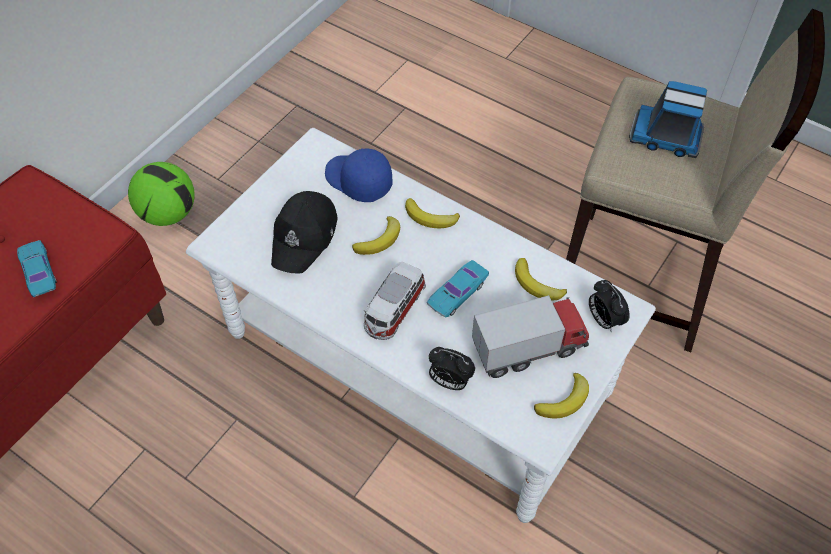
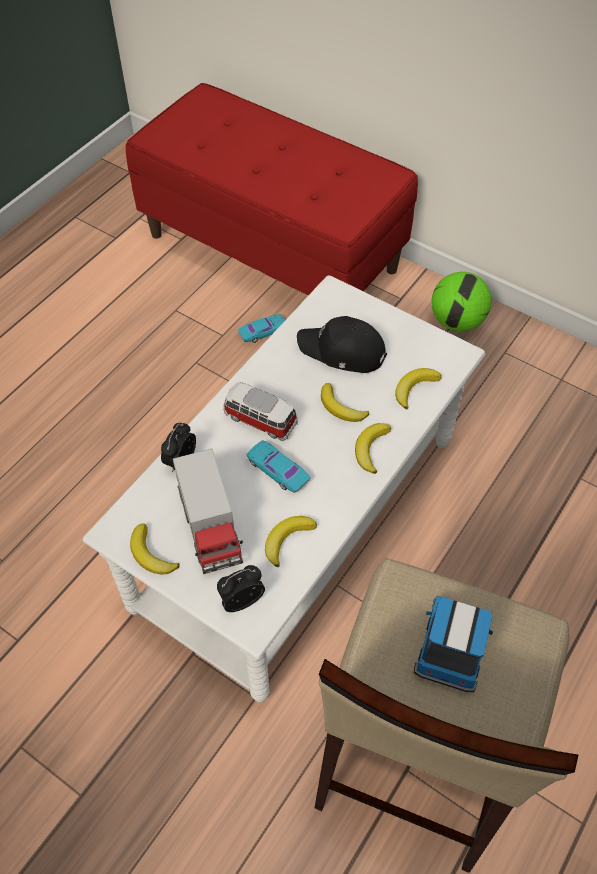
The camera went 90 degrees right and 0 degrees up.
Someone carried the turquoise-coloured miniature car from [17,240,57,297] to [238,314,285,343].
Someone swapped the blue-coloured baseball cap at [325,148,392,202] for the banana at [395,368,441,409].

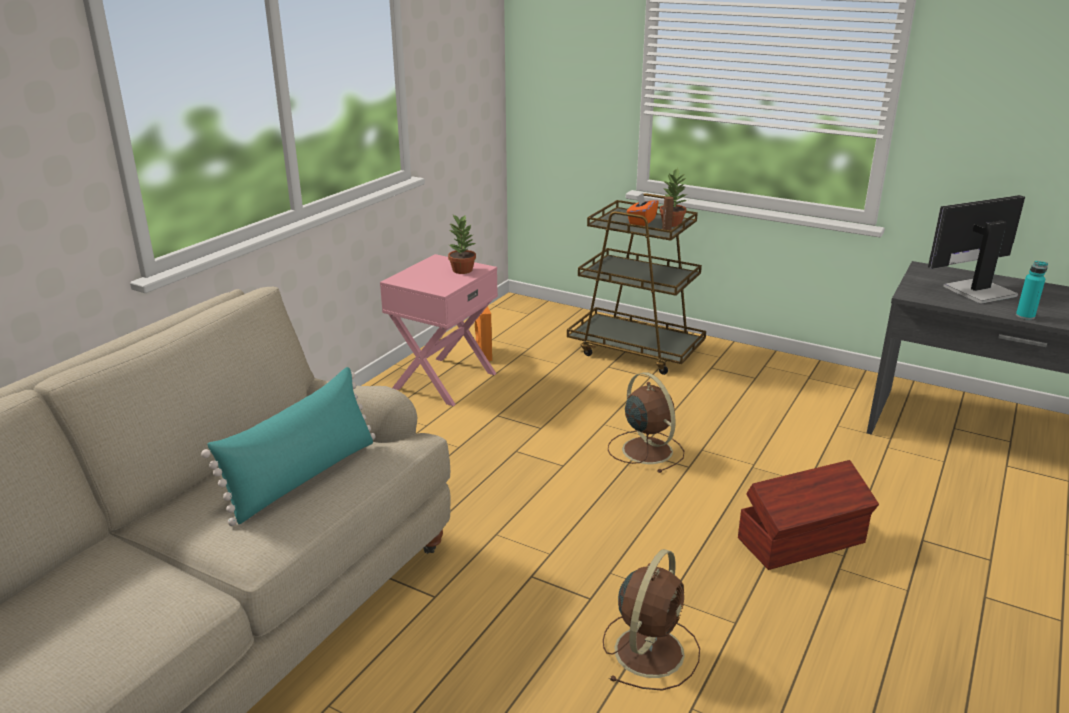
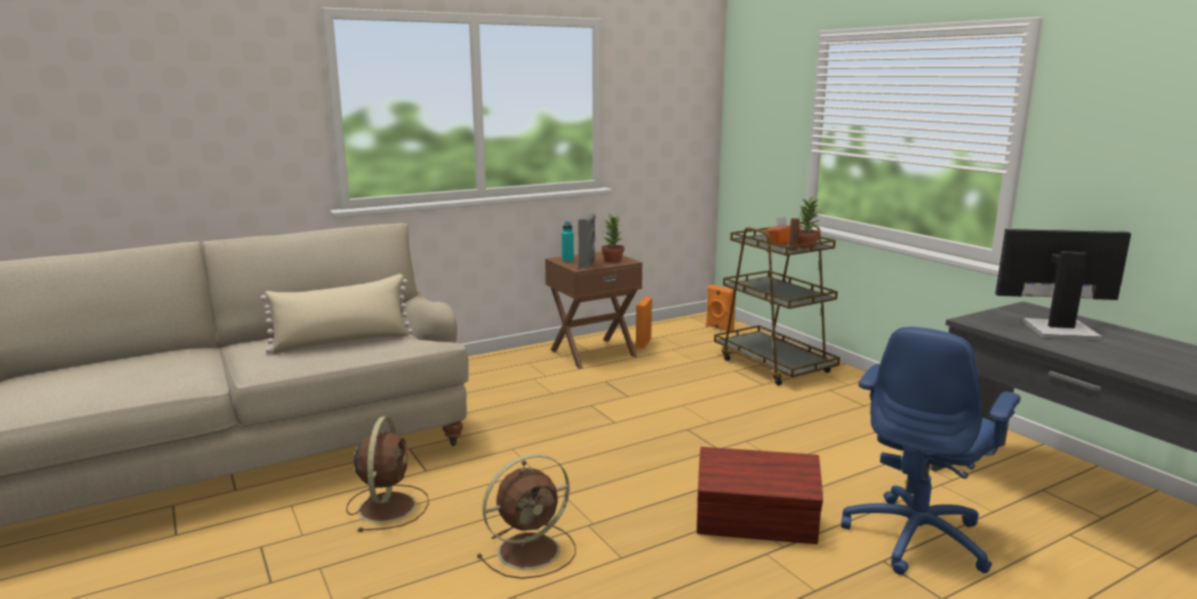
The camera went 30 degrees right and 10 degrees down.
Someone repainted the turquoise-coloured throw pillow at [201,367,375,526], which became the beige-coloured throw pillow at [260,274,413,354].
Someone repainted the pink nightstand at [380,254,498,406], which became the brown-coloured nightstand at [545,251,643,369].
Someone carried the brown-coloured fan from [608,372,684,473] to [346,416,429,532].
Someone carried the turquoise-coloured beverage bottle from [1016,261,1048,320] to [562,221,574,262].
Someone put down the greyish speaker at [578,213,596,269].
Someone put down the orange-coloured speaker at [706,285,736,331].
Someone put down the blue-coloured desk chair at [841,327,1021,575].

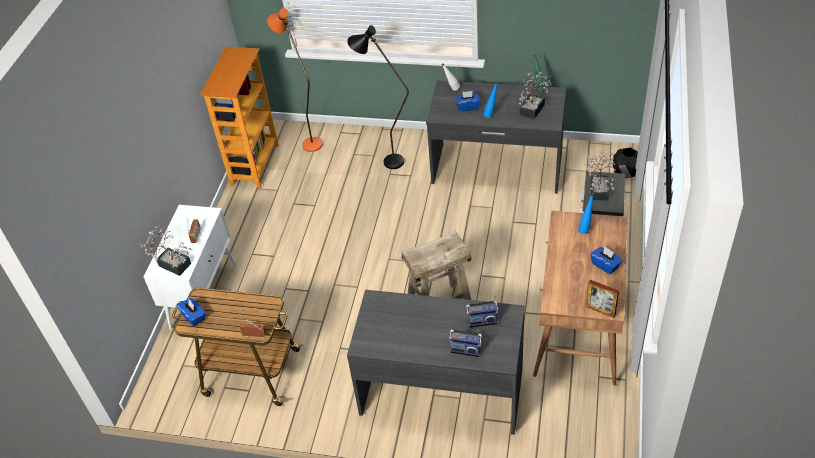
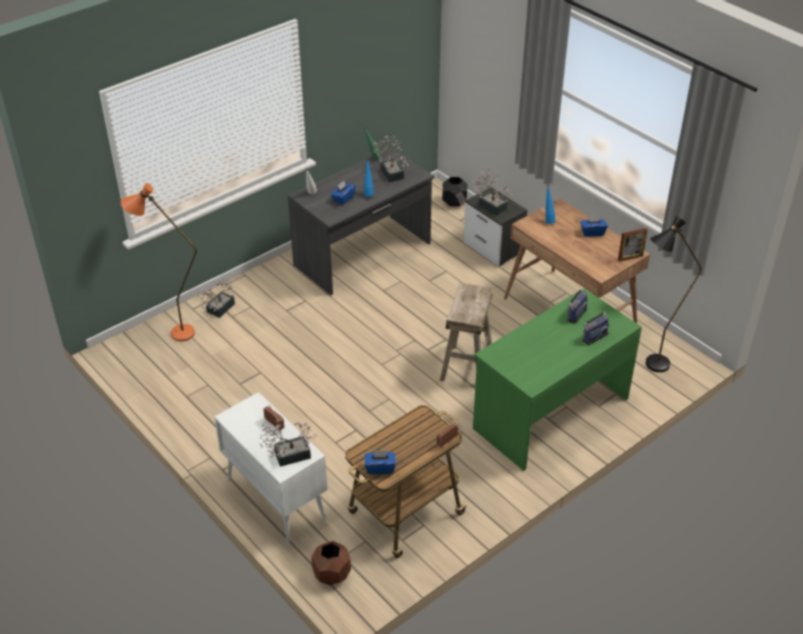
The camera went 55 degrees left and 5 degrees down.
Someone took away the shelving unit at [200,47,279,189].
Someone carried the black standing lamp from [347,25,409,169] to [646,216,702,372].
Someone repainted the greyish desk unit at [347,290,525,435], which became the greenish desk unit at [473,288,642,471].
Someone put down the potted plant at [197,278,235,318].
Someone put down the brown-coloured planter at [311,541,351,585].

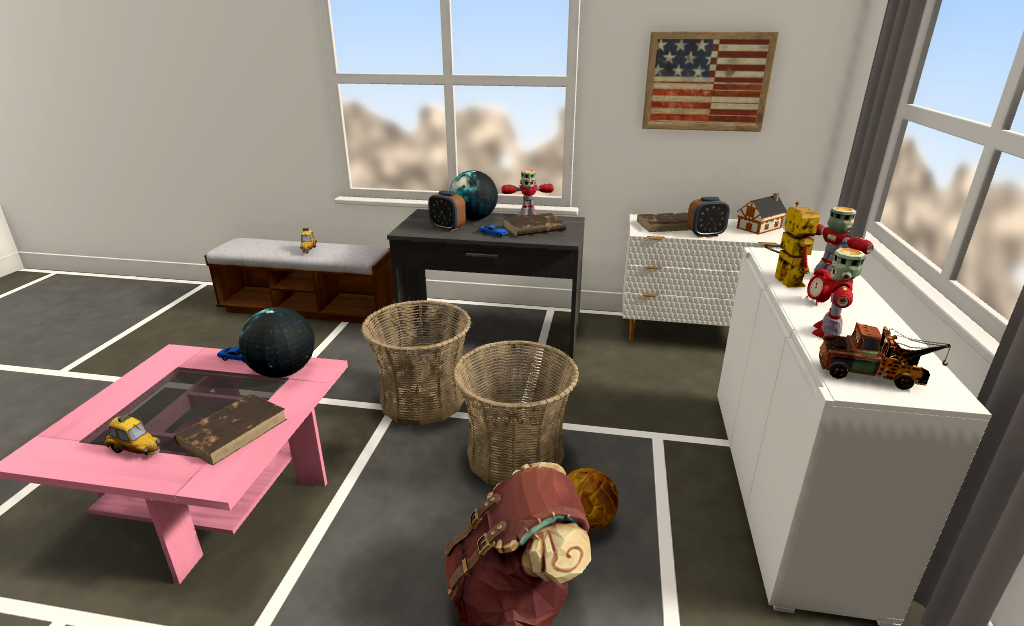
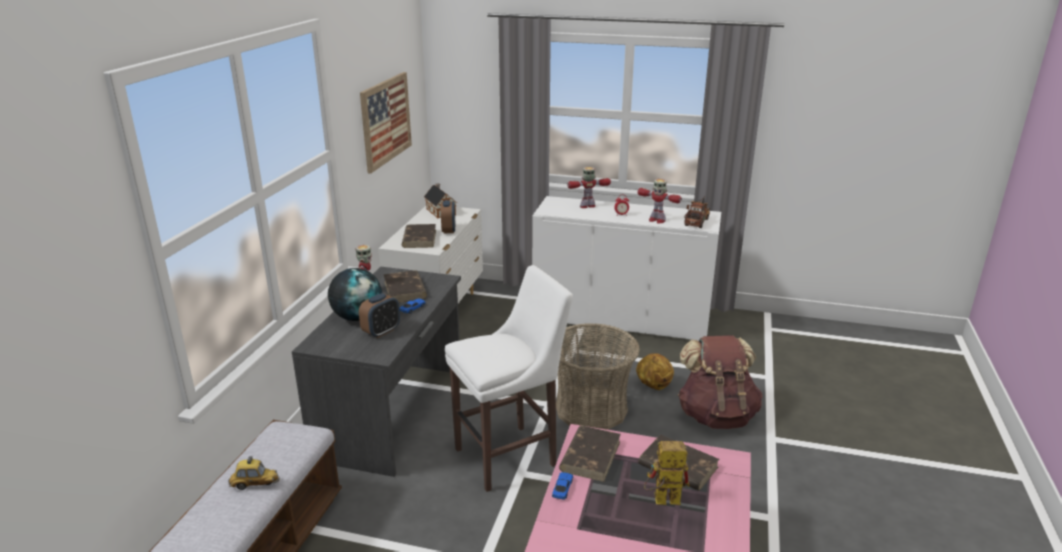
The camera went 85 degrees left and 0 degrees up.
Someone took away the miniature car at [103,413,160,455].
Someone swapped the world globe at [239,307,315,378] for the brown-coloured bound book at [559,426,621,482].
Someone swapped the household basket at [361,300,471,425] for the white-coloured sitting stool at [445,265,573,492].
Someone carried the toy robot from [764,201,820,288] to [644,441,690,505].

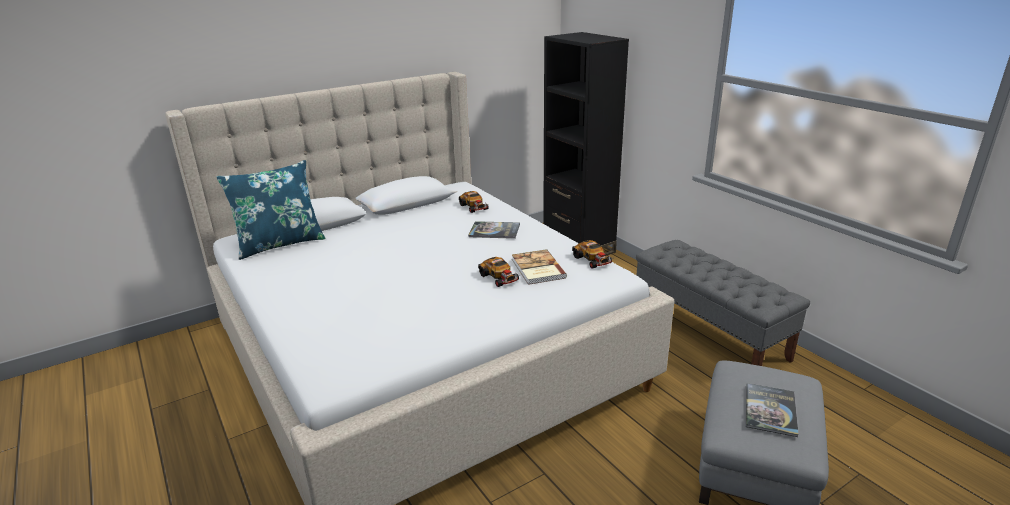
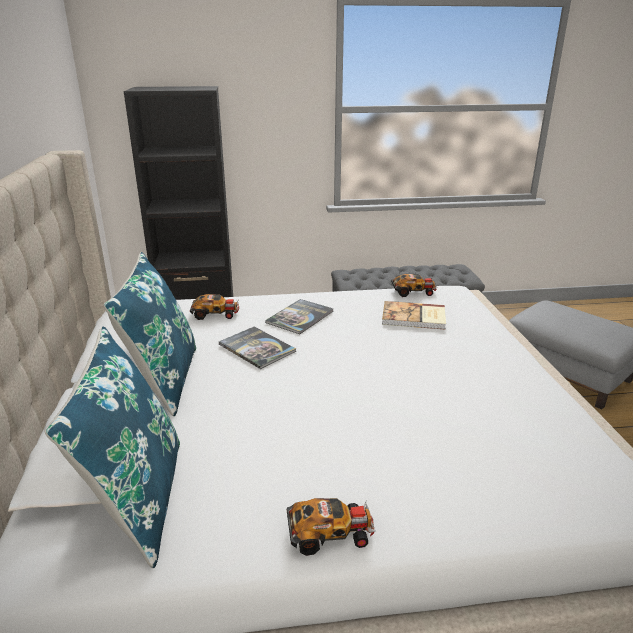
The camera went 65 degrees left and 0 degrees up.
Someone carried the miniature car from [478,257,520,287] to [287,498,376,556].
Someone carried the bound book from [746,383,799,437] to [219,326,296,369].
Someone put down the blue-coloured throw pillow at [103,252,196,417].

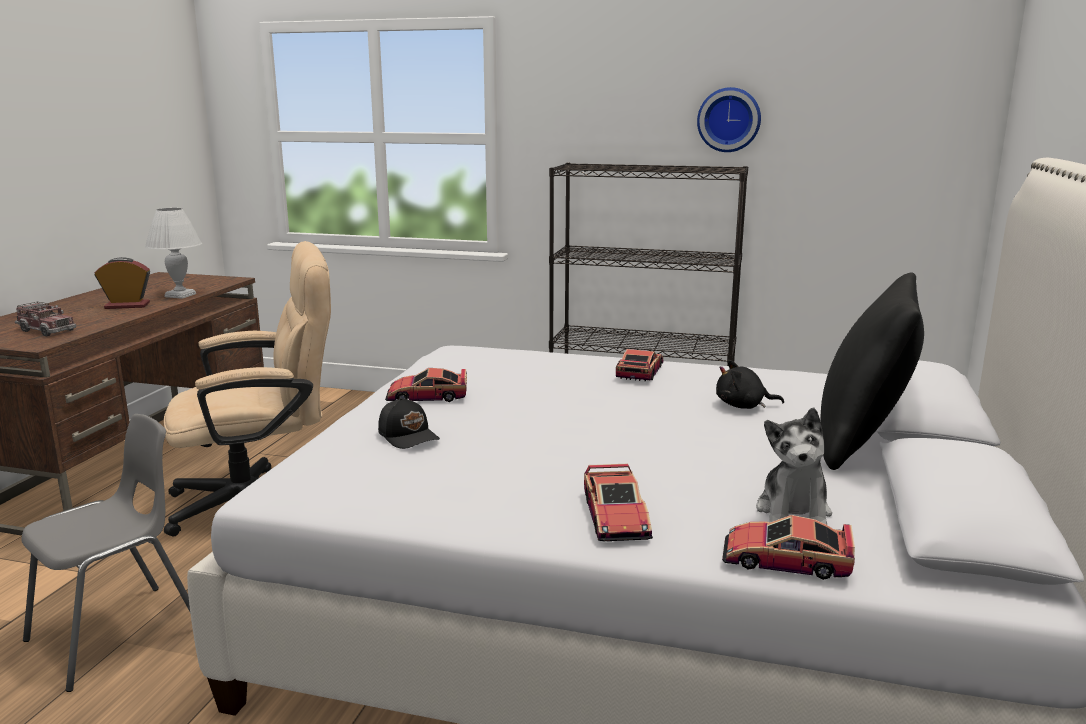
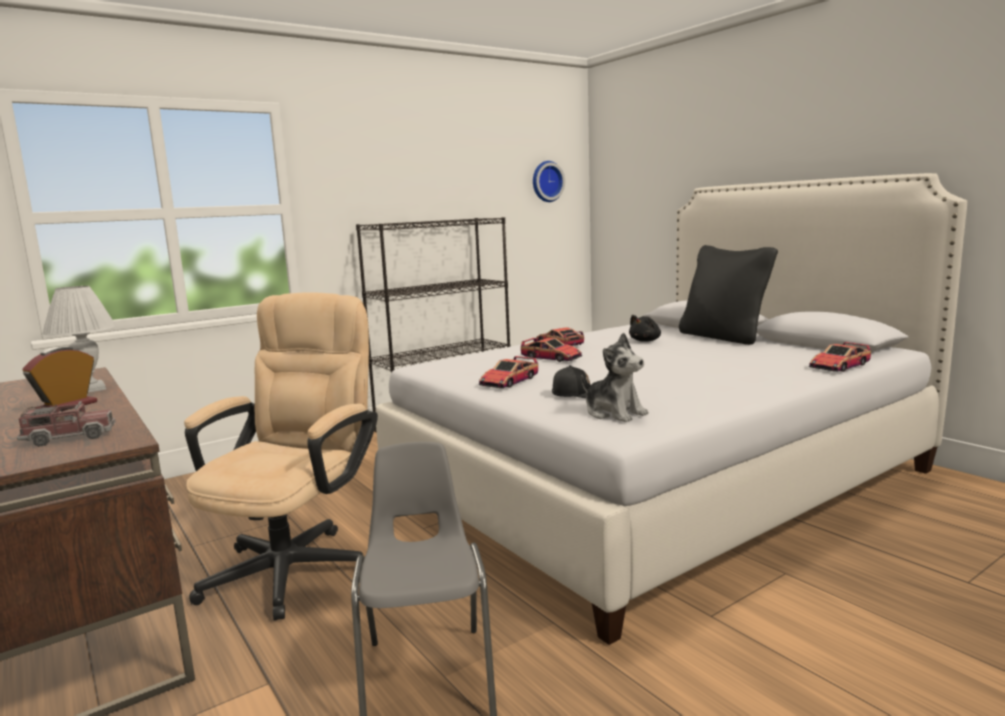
The camera went 50 degrees left and 5 degrees down.
Someone carried the miniature car from [584,464,653,541] to [521,338,582,362].
Someone carried the clock on the wall from [697,87,761,152] to [533,161,565,202].
Someone carried the soft toy from [756,408,832,525] to [581,333,649,422].

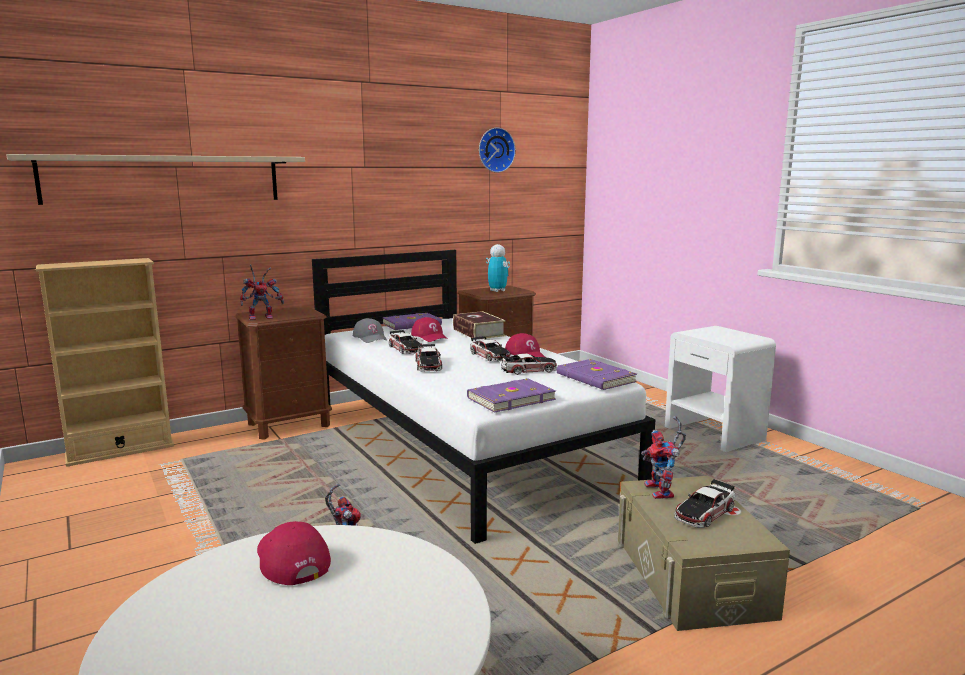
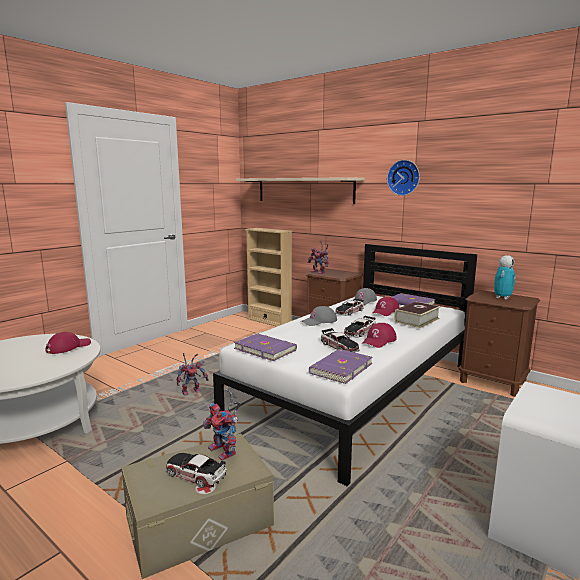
The camera went 70 degrees right and 0 degrees up.
Someone swapped the miniature car at [415,344,442,372] for the greyish baseball cap at [301,306,337,326].
Someone carried the clock on the wall from [479,127,516,173] to [387,160,420,196].
Someone rotated the toy robot at [641,416,686,499] by 105 degrees counterclockwise.

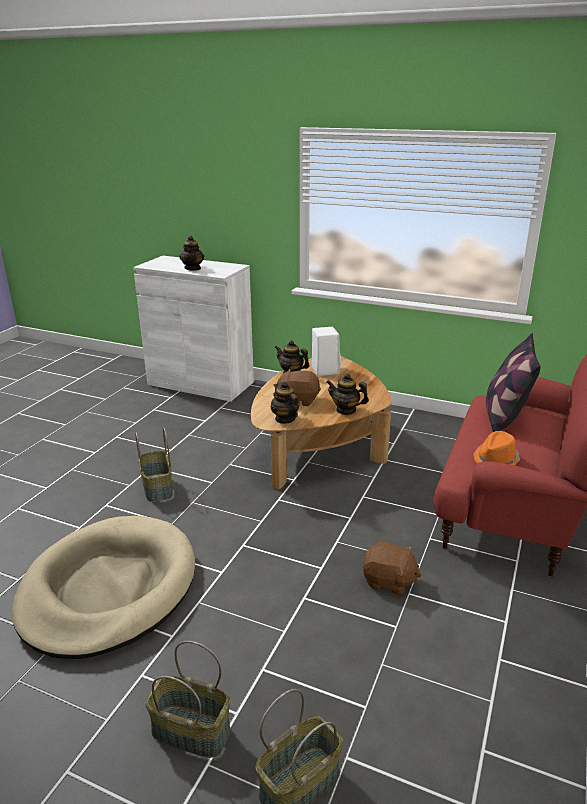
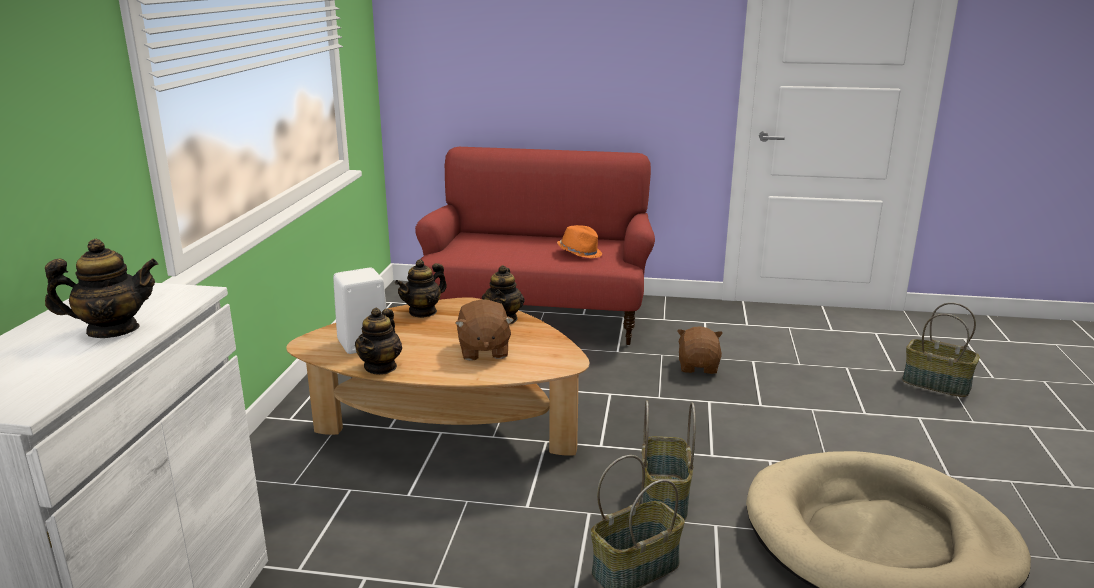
The camera went 105 degrees left and 5 degrees down.
Someone carried the household basket from [145,641,231,758] to [642,400,696,521].
Someone carried the pot for tea from [271,381,299,424] to [395,259,447,318].
Someone took away the throw pillow at [486,333,541,432].

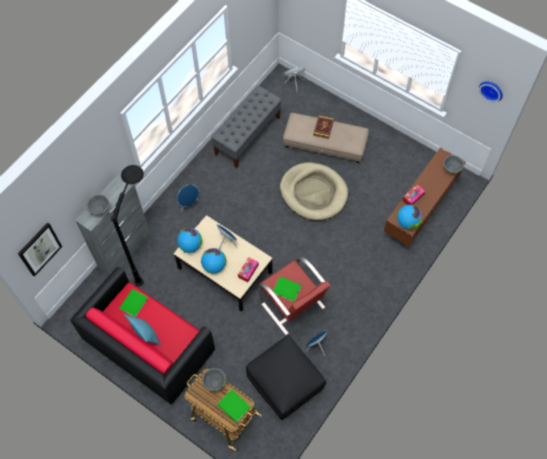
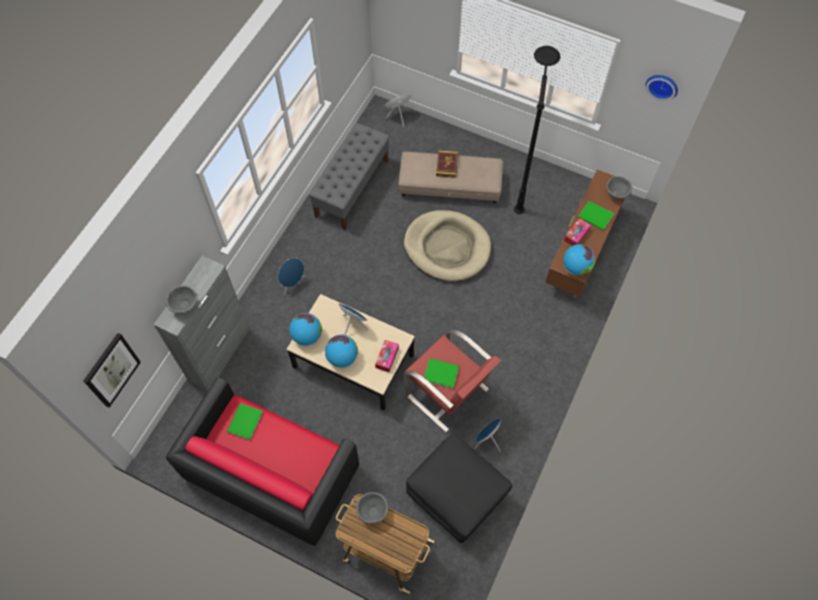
The camera went 10 degrees left and 0 degrees up.
Someone carried the black standing lamp from [111,165,144,287] to [514,46,561,214].
Someone took away the turquoise-coloured throw pillow at [124,314,161,346].
Someone carried the greenish bound book from [217,389,251,422] to [578,201,614,230].

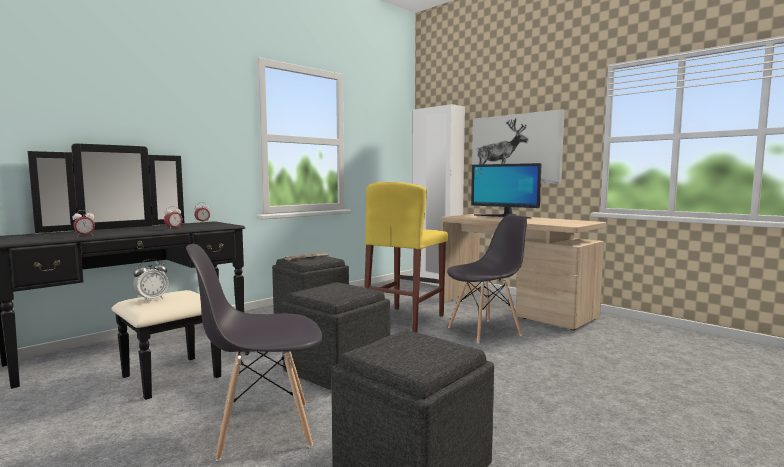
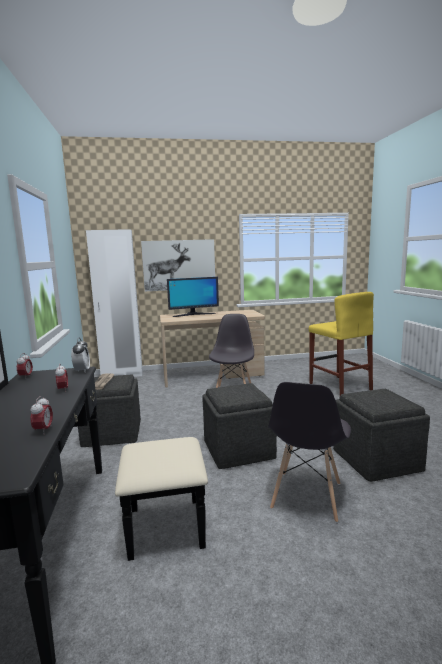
The camera went 55 degrees left and 5 degrees up.
Someone carried the alarm clock from [133,259,168,302] to [71,338,90,372].
Someone carried the yellowish sitting stool from [364,182,448,332] to [309,292,374,395].

